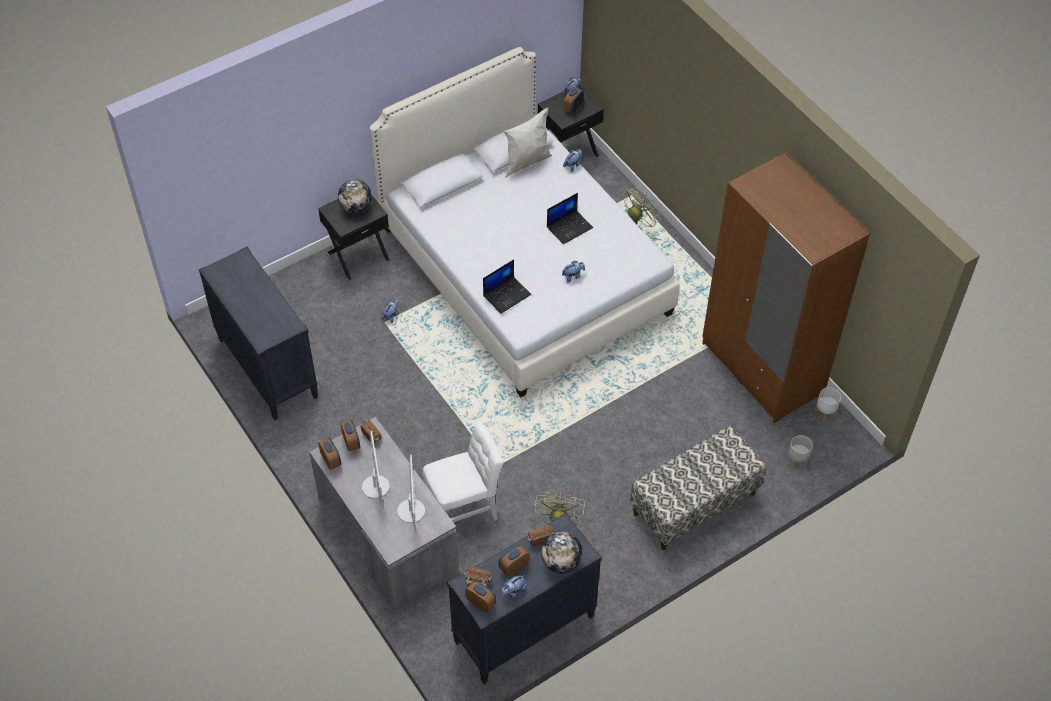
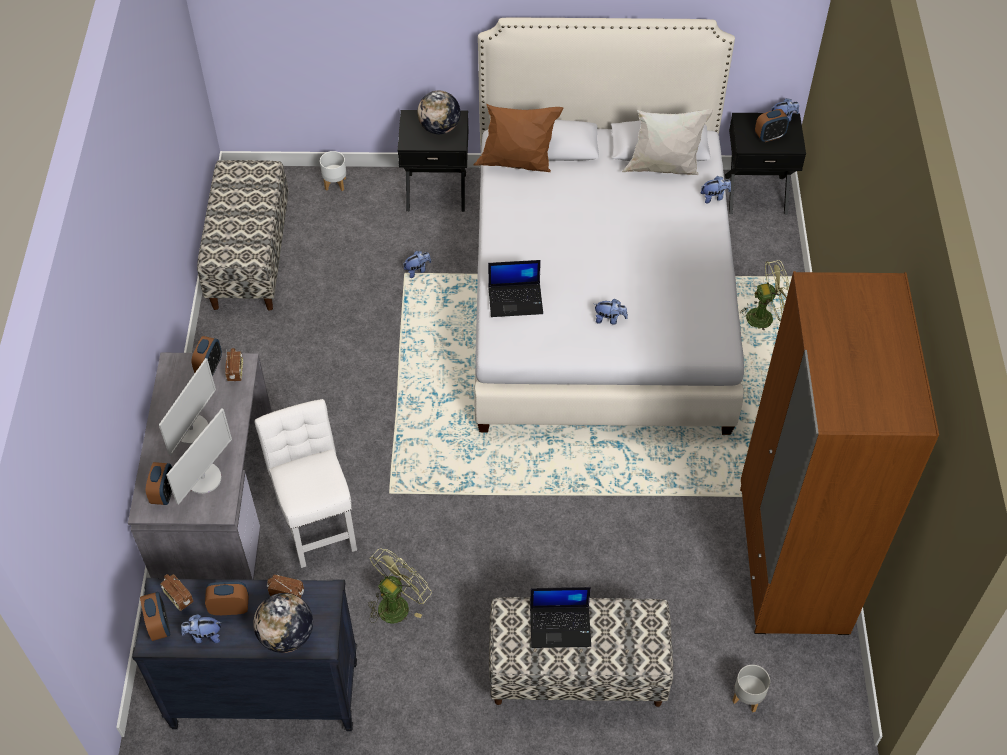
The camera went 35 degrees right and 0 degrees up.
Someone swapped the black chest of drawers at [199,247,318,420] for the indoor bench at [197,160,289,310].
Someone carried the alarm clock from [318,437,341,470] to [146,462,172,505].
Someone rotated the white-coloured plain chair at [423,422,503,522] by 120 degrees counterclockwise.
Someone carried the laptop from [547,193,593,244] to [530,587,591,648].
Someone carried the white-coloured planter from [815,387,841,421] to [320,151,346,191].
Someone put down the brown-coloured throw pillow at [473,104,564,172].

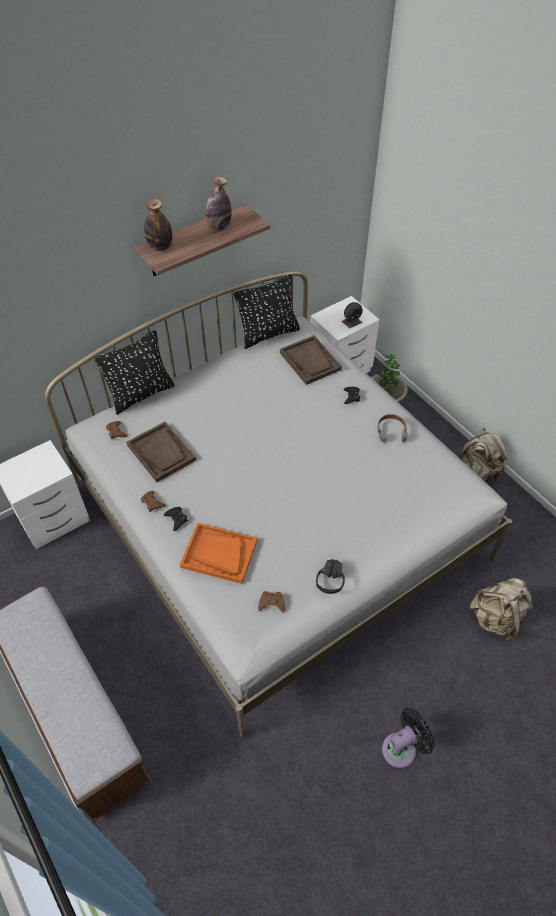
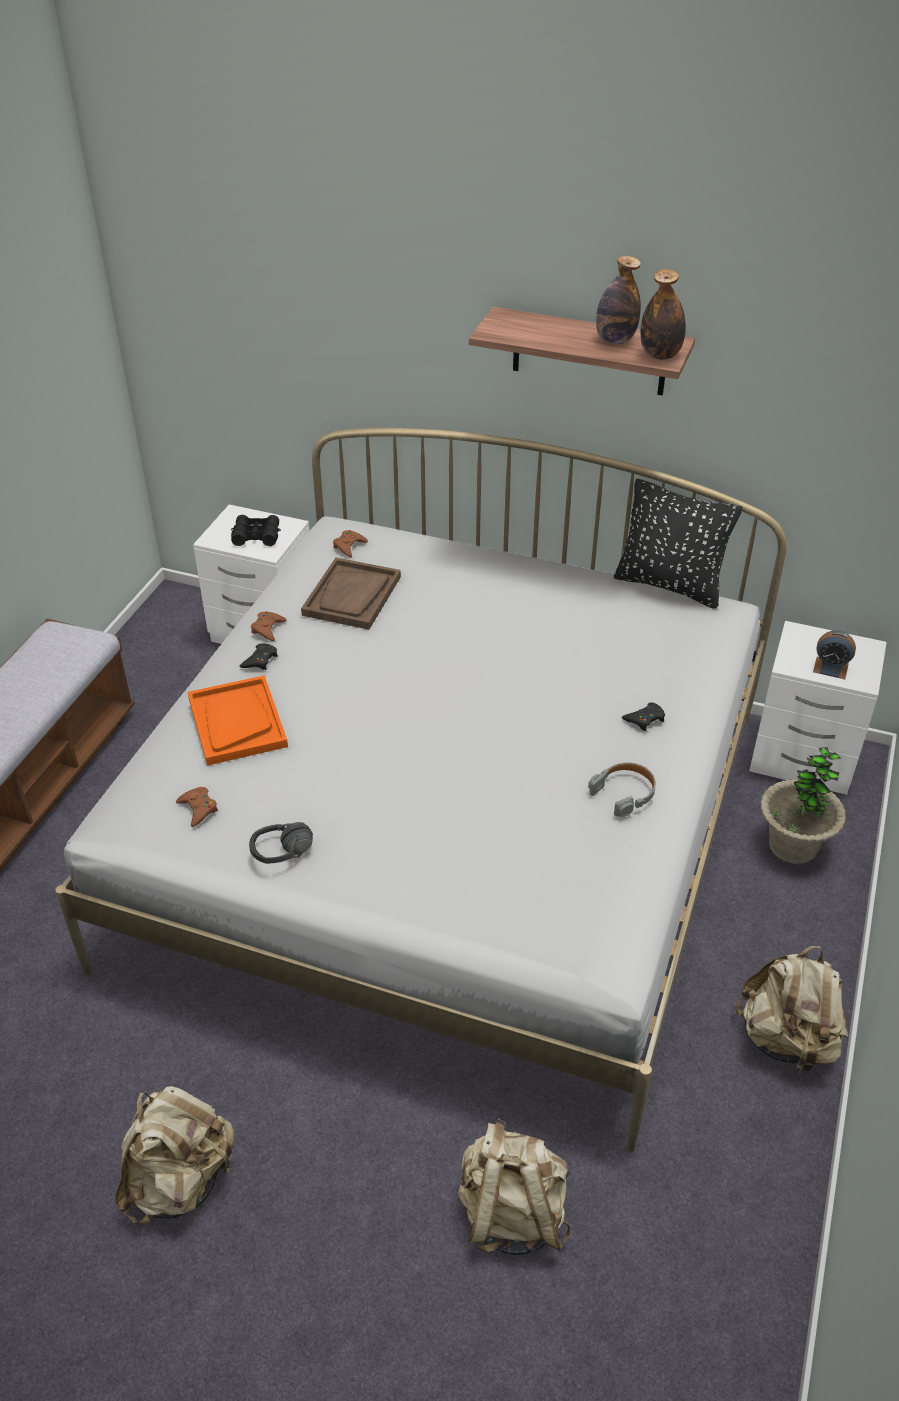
The camera went 55 degrees right and 10 degrees down.
Someone took away the black throw pillow at [95,330,174,415].
Someone carried the beverage bottle from [144,198,172,251] to [641,269,686,360].
Someone took away the brown-coloured tray at [280,335,342,385].
Someone swapped the black fan at [382,708,435,768] for the beige-coloured backpack at [115,1086,234,1225].
Someone put down the black pair of binoculars at [231,515,281,546].

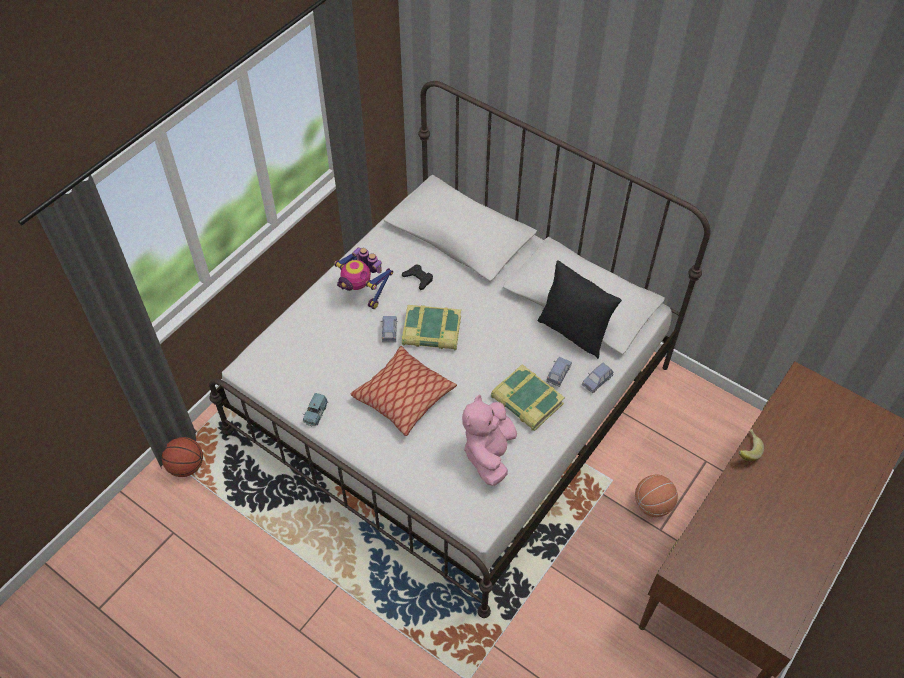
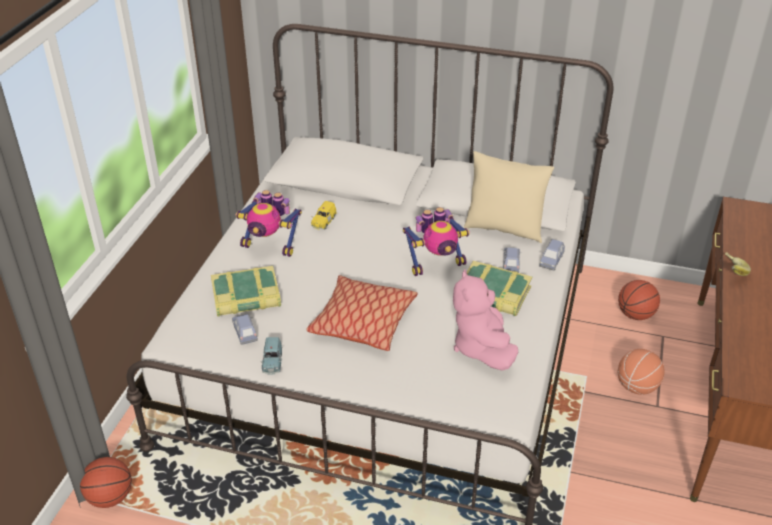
The camera went 20 degrees left and 15 degrees down.
Someone carried the blue-coloured miniature car from [381,316,398,342] to [232,314,258,345].
Someone swapped the black gamepad at [402,264,433,290] for the yellowish miniature car at [311,201,337,230].
Someone carried the bound book from [402,305,461,350] to [211,266,281,316].
Someone repainted the black throw pillow at [538,261,622,359], which became the beige-coloured throw pillow at [464,151,554,243].
Someone put down the toy robot at [403,207,470,276].
Someone put down the ball for basketball at [618,280,660,320].

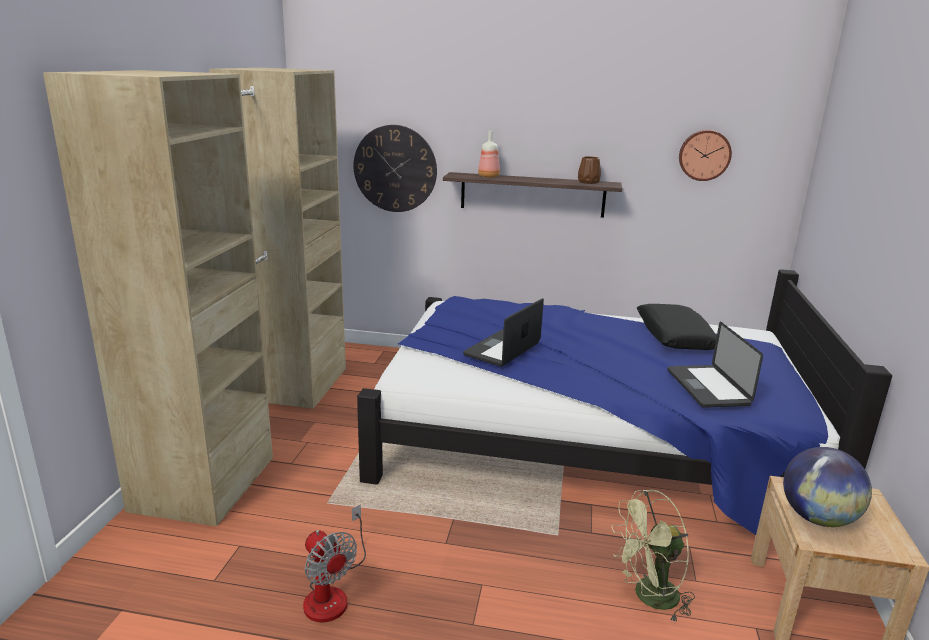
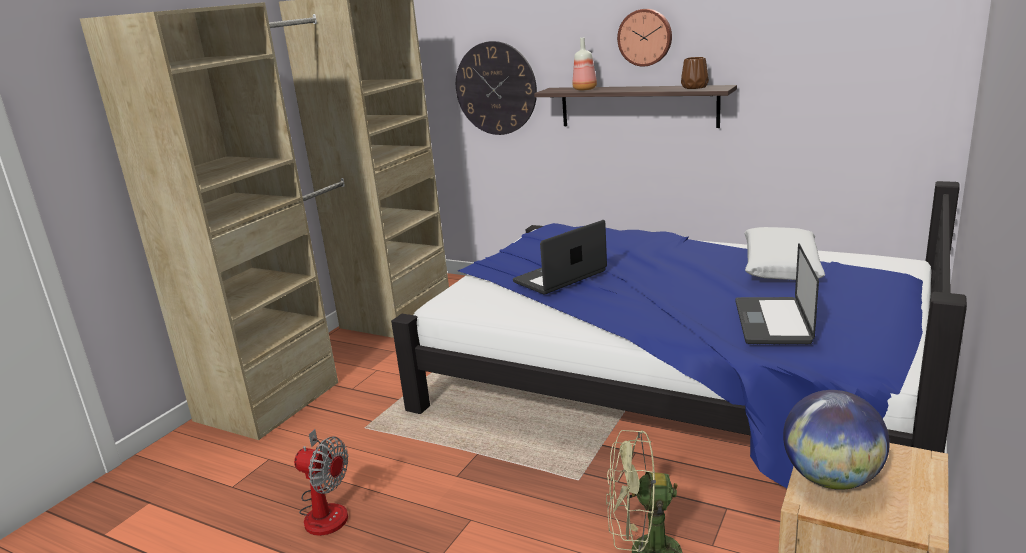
The camera went 20 degrees right and 0 degrees up.
Someone rotated the fan at [303,505,366,623] by 45 degrees counterclockwise.
Someone repainted the black throw pillow at [637,304,717,350], which became the white-coloured throw pillow at [744,227,825,280].
Someone carried the clock on the wall from [679,130,732,181] to [617,9,672,67].

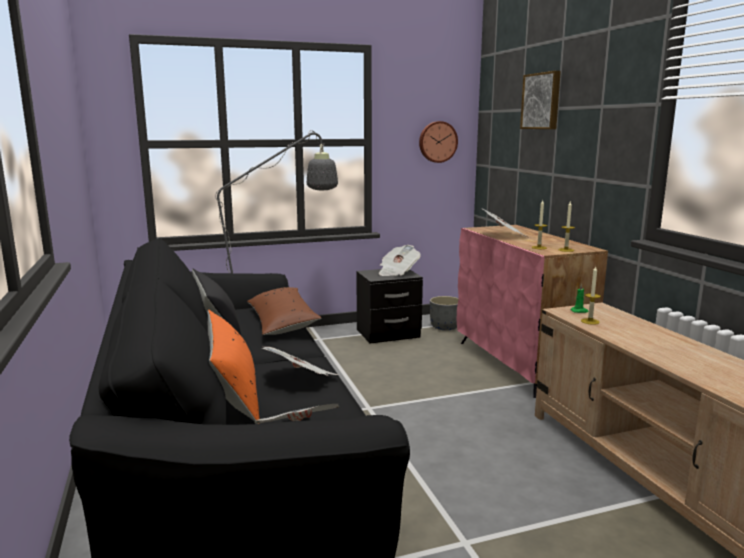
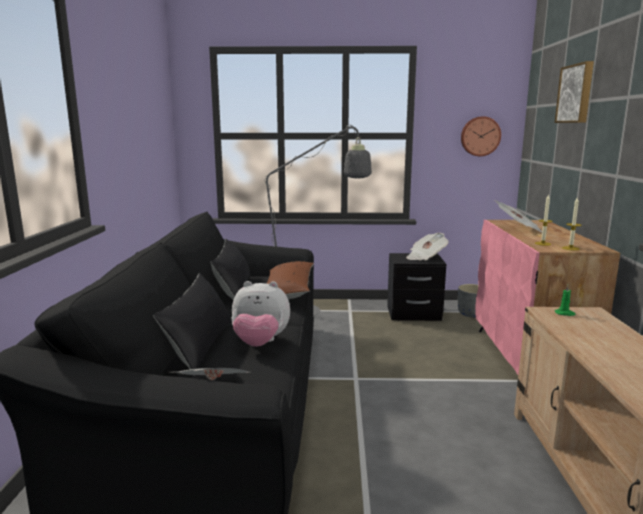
The camera went 20 degrees right and 0 degrees up.
Someone repainted the orange-coloured throw pillow at [207,310,260,424], which became the black throw pillow at [153,273,231,376].
Someone swapped the daily paper at [262,347,338,376] for the soft toy at [231,281,290,347].
Someone took away the wax light at [581,266,601,325].

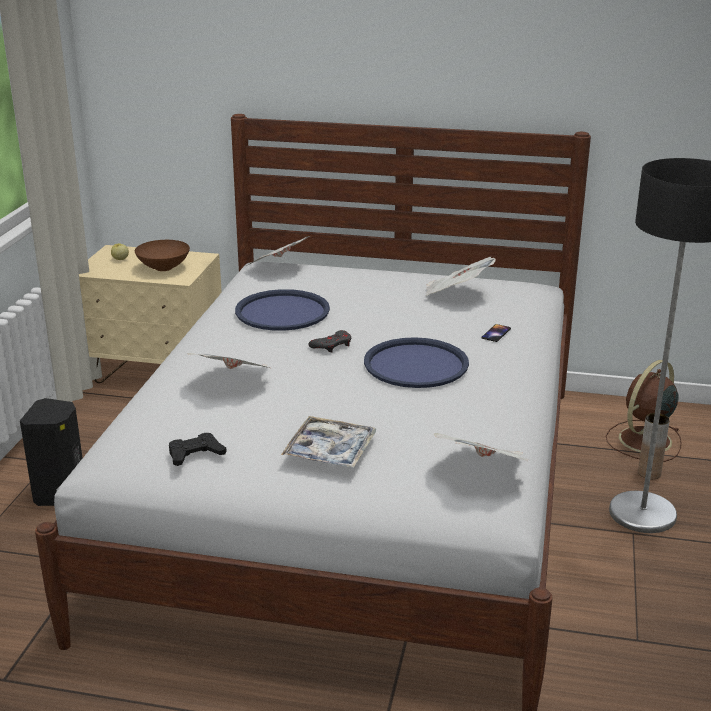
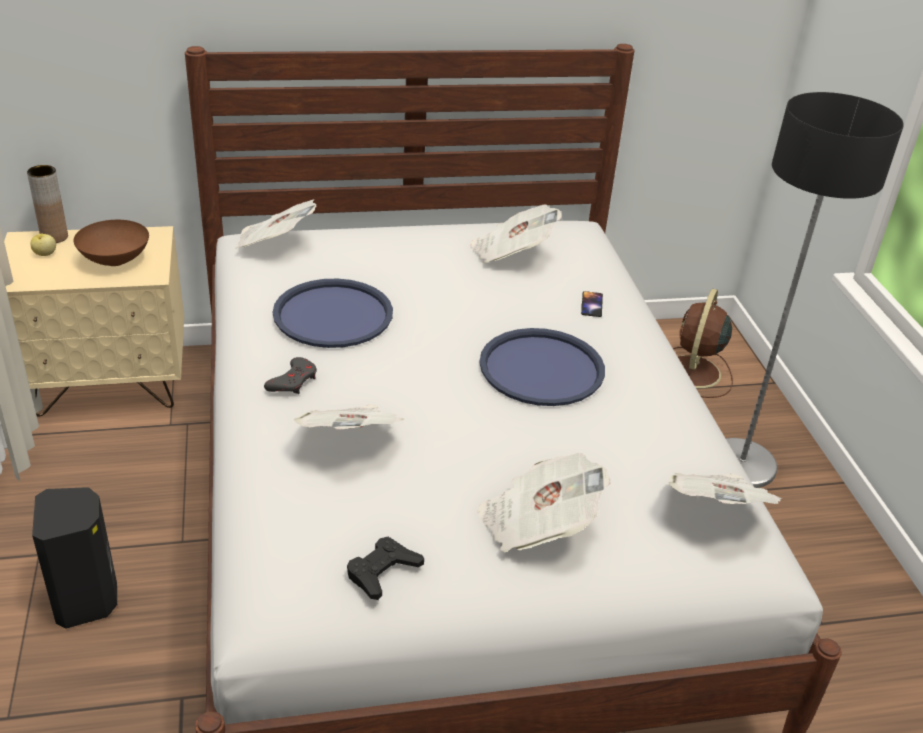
The camera went 25 degrees left and 10 degrees up.
Someone swapped the tray at [281,416,376,468] for the daily paper at [477,453,610,553].
Someone carried the greyish gamepad from [309,330,351,353] to [264,357,317,394].
Someone carried the brown-coloured decorative vase from [638,413,670,479] to [27,165,68,243].

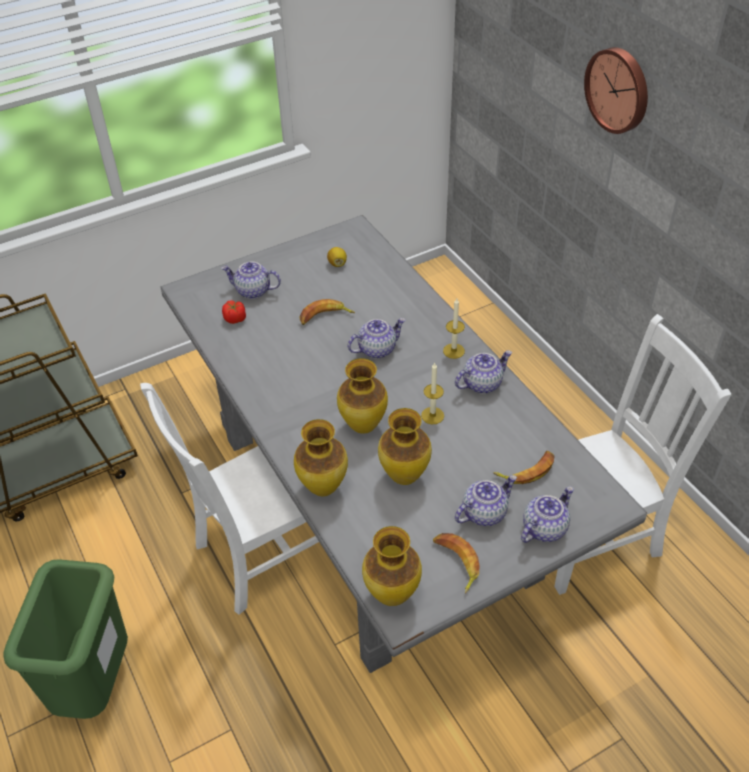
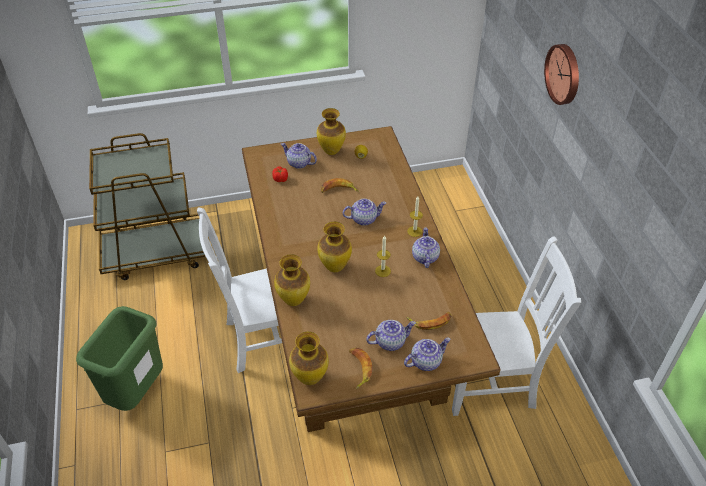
The camera went 15 degrees right and 0 degrees up.
Someone repainted the greyish dining table at [160,215,647,673], which became the brown-coloured dining table at [242,126,501,432].
Someone carried the decorative vase from [378,408,432,485] to [317,108,346,155].
Someone rotated the pot for tea at [455,350,512,394] by 75 degrees counterclockwise.

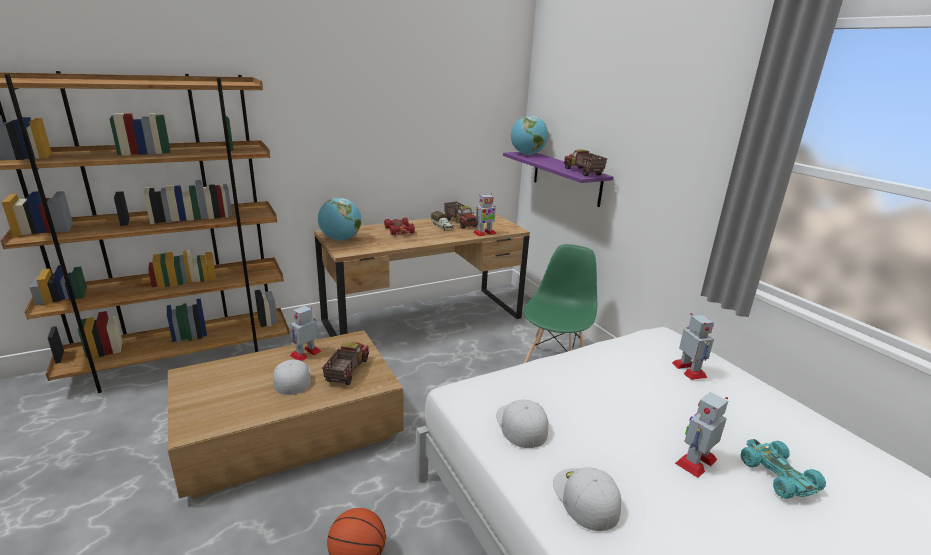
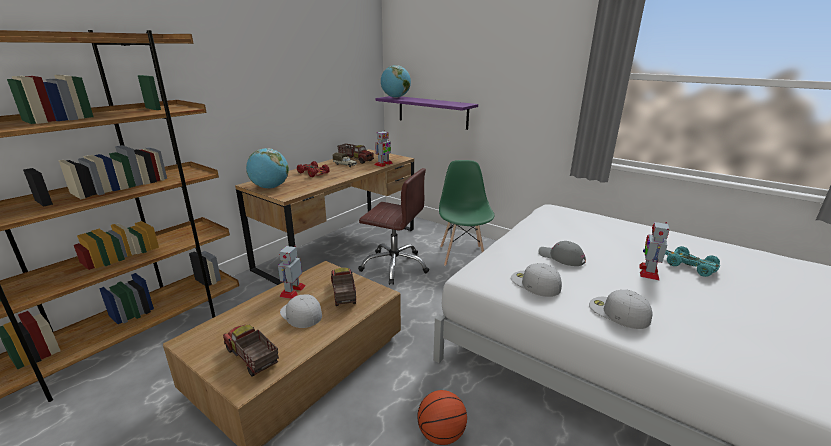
The camera went 25 degrees left and 0 degrees up.
Someone carried the model truck from [564,149,607,176] to [223,324,279,377].
Someone took away the toy robot at [672,313,714,380].
Someone put down the brown-coloured desk chair at [358,168,429,285].
Someone put down the greyish baseball cap at [538,241,586,266].

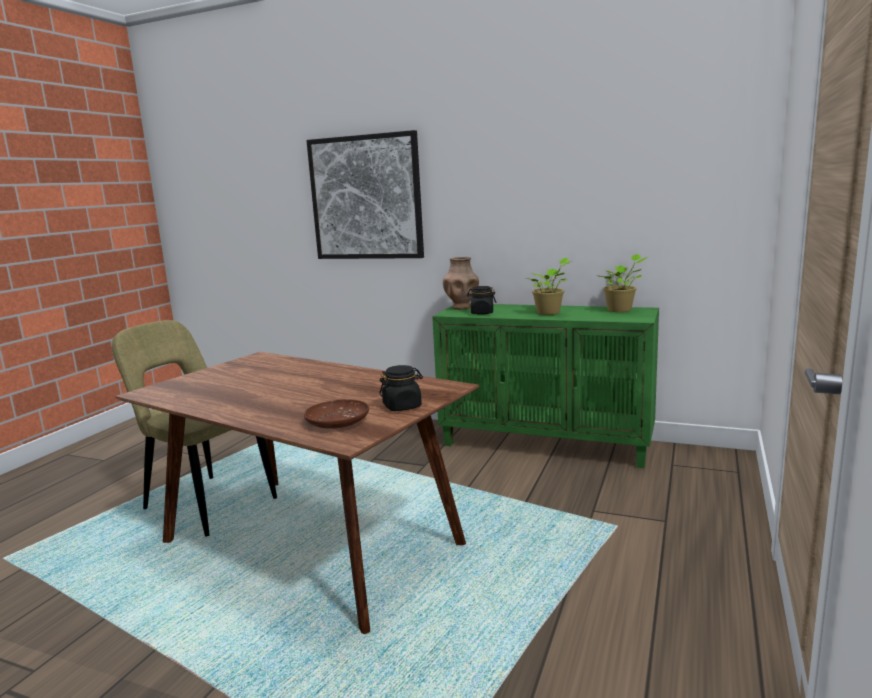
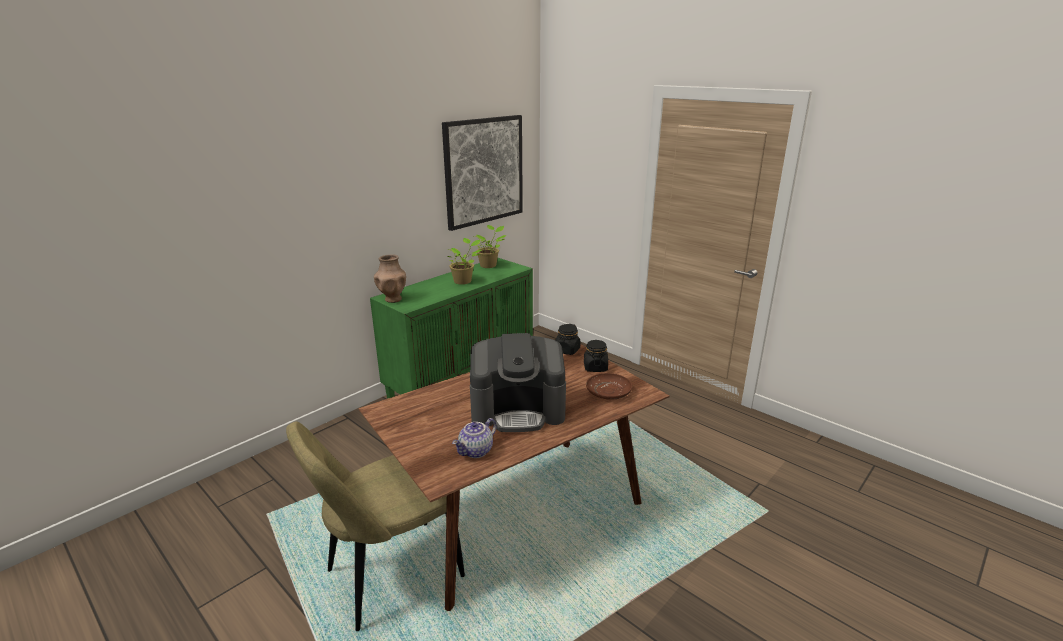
The camera went 70 degrees left and 10 degrees up.
Someone carried the picture from [306,130,424,259] to [442,115,523,231].
Someone carried the black storage jar from [467,286,496,315] to [556,324,580,355].
Someone put down the pot for tea at [452,418,497,458].
Someone put down the coffee brewer at [470,333,566,432].

